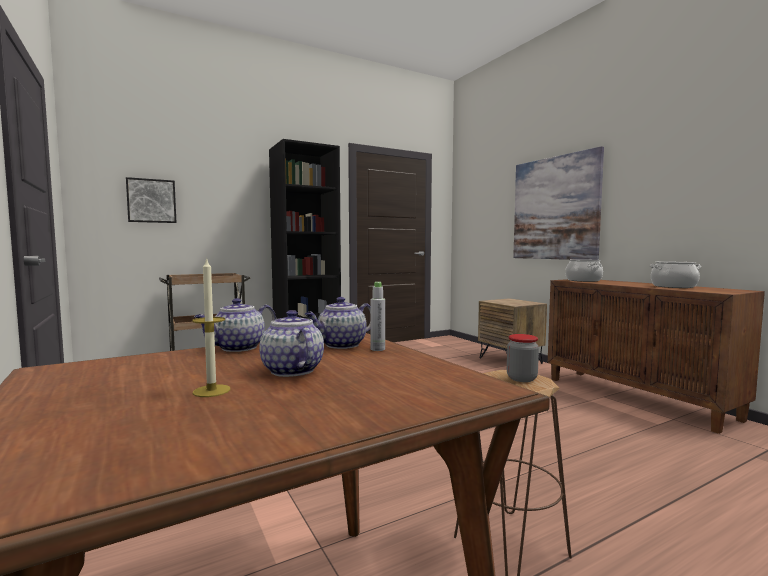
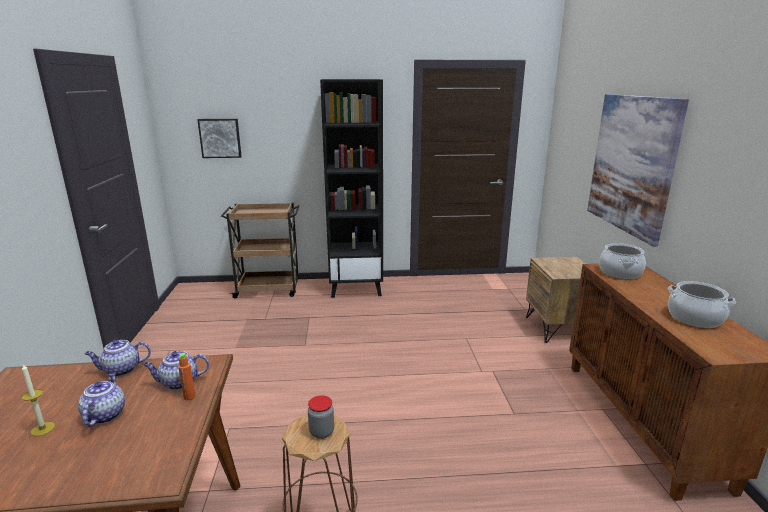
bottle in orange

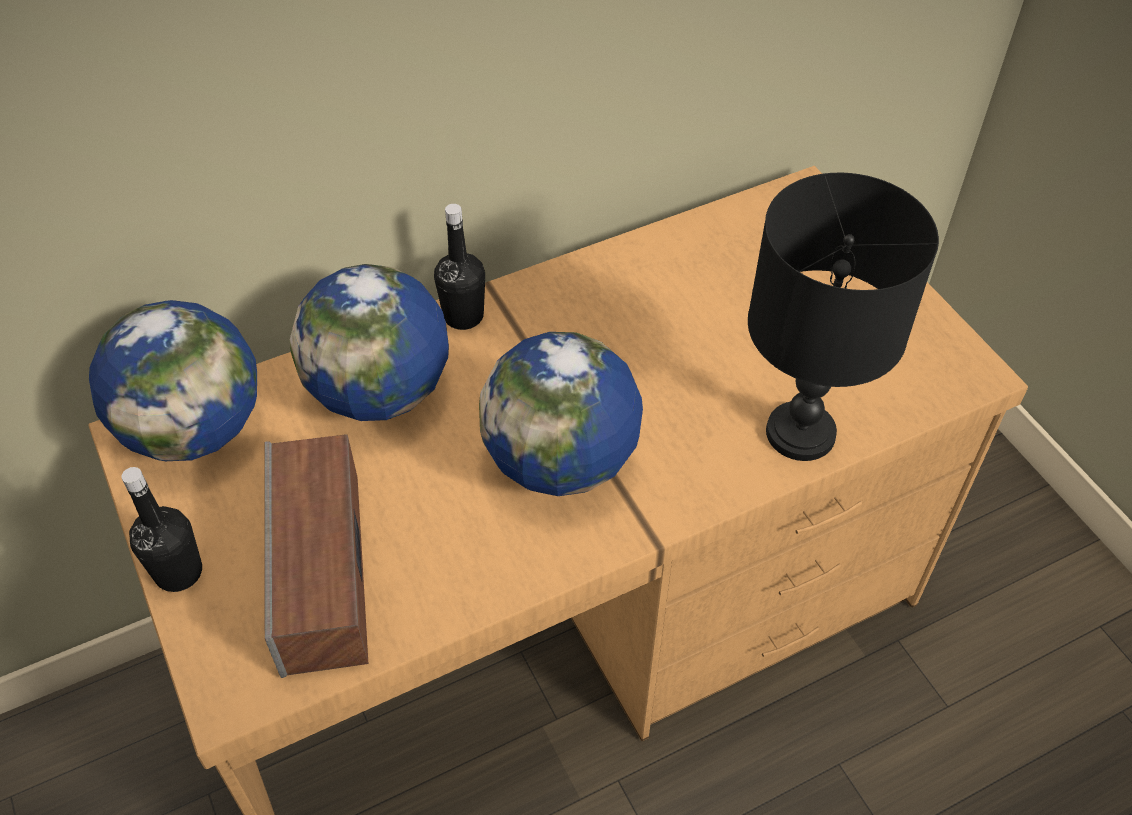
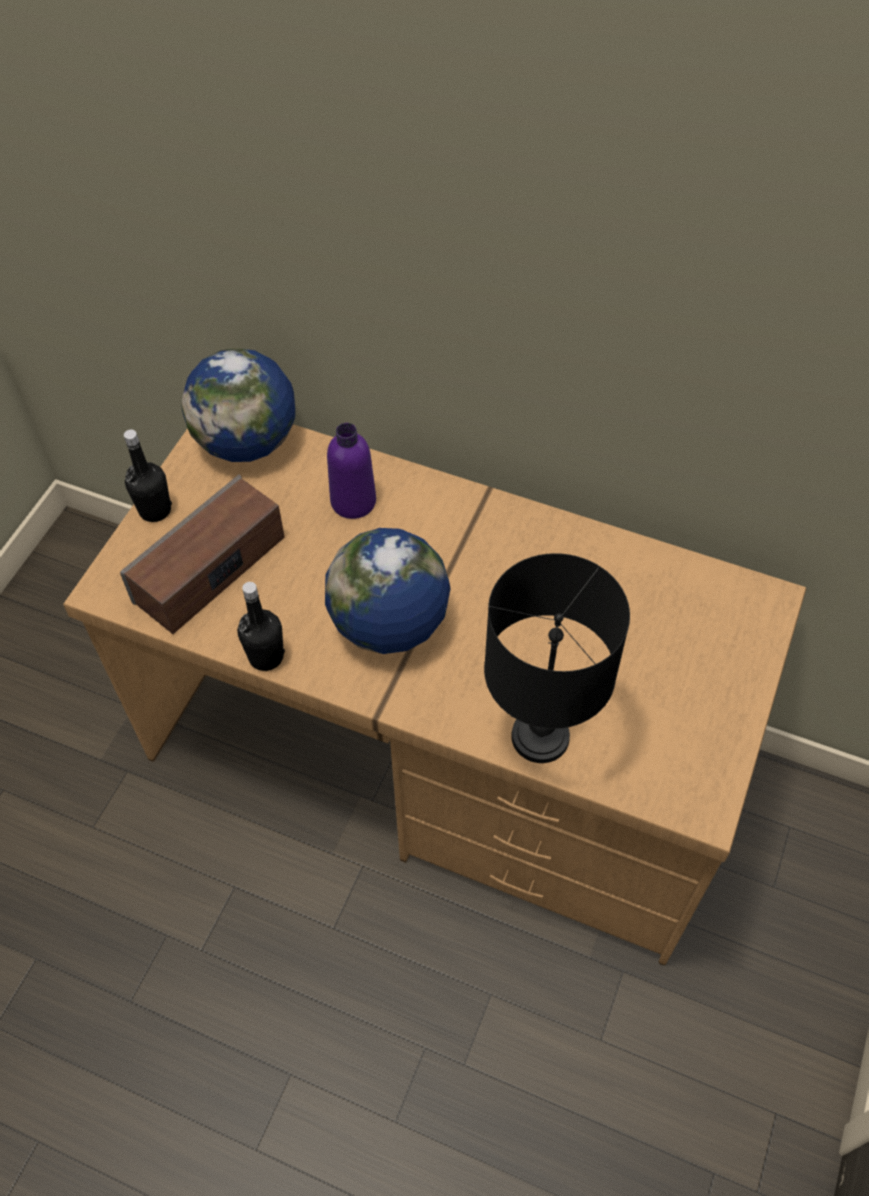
bottle in black (no. 2 from left)
bottle in purple

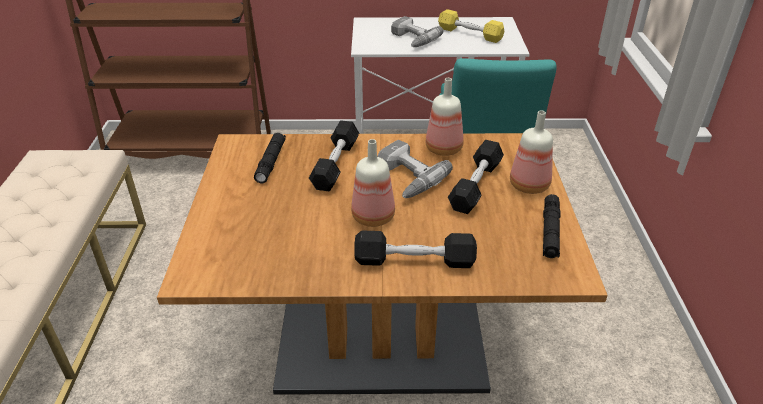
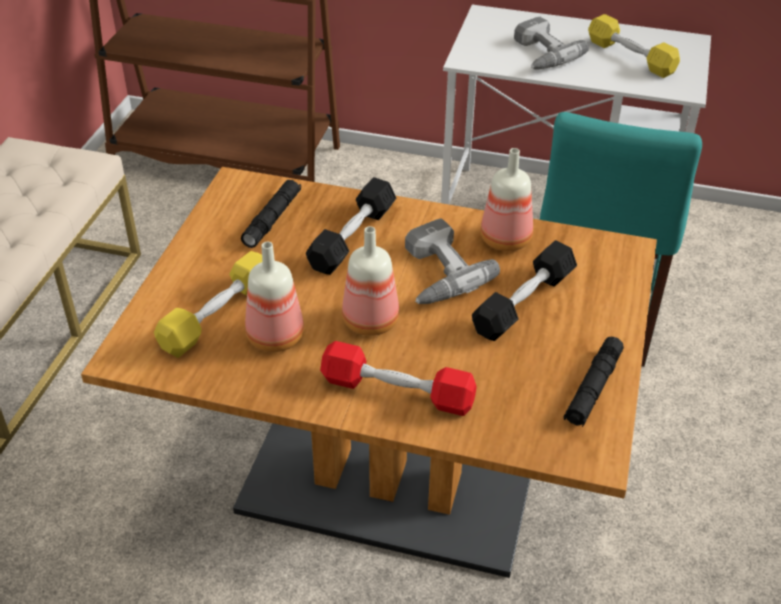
dumbbell in yellow (no. 1 from left)
bottle (no. 1 from left)
dumbbell in red

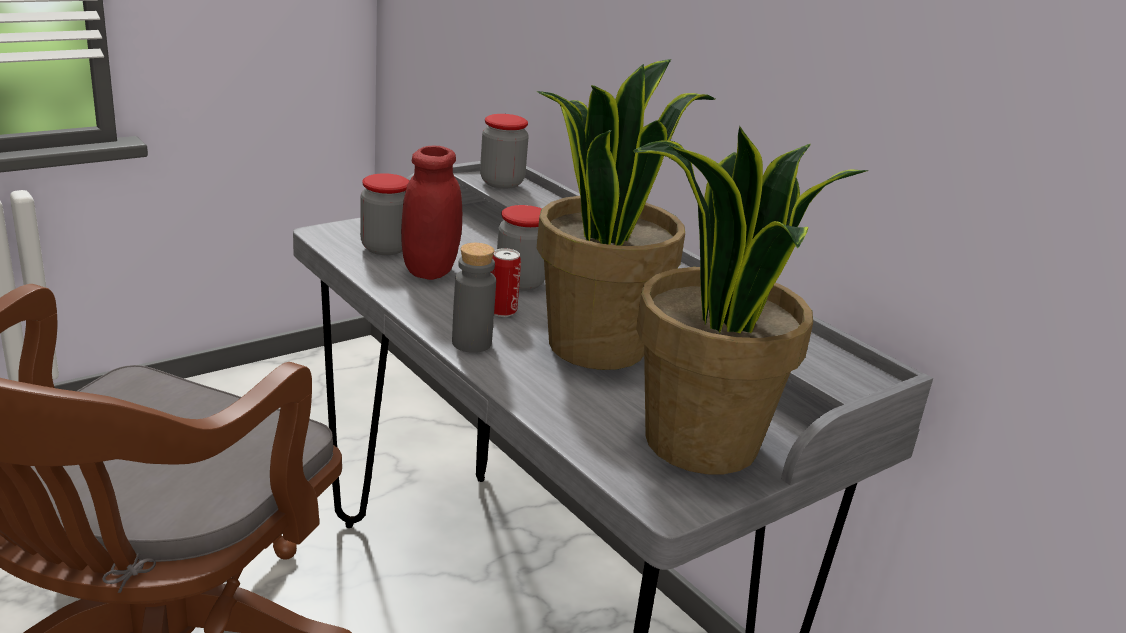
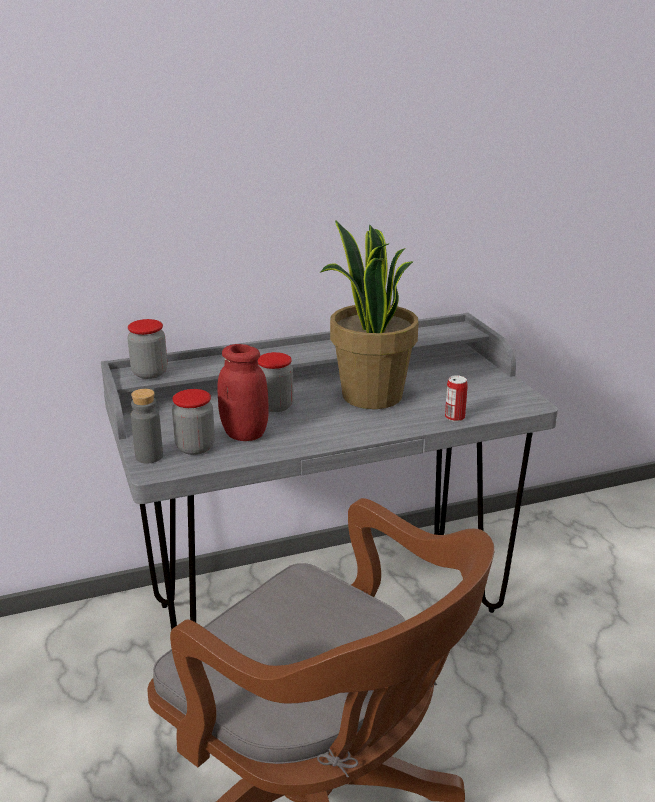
potted plant (no. 2 from left in the first image)
bottle in grey
can

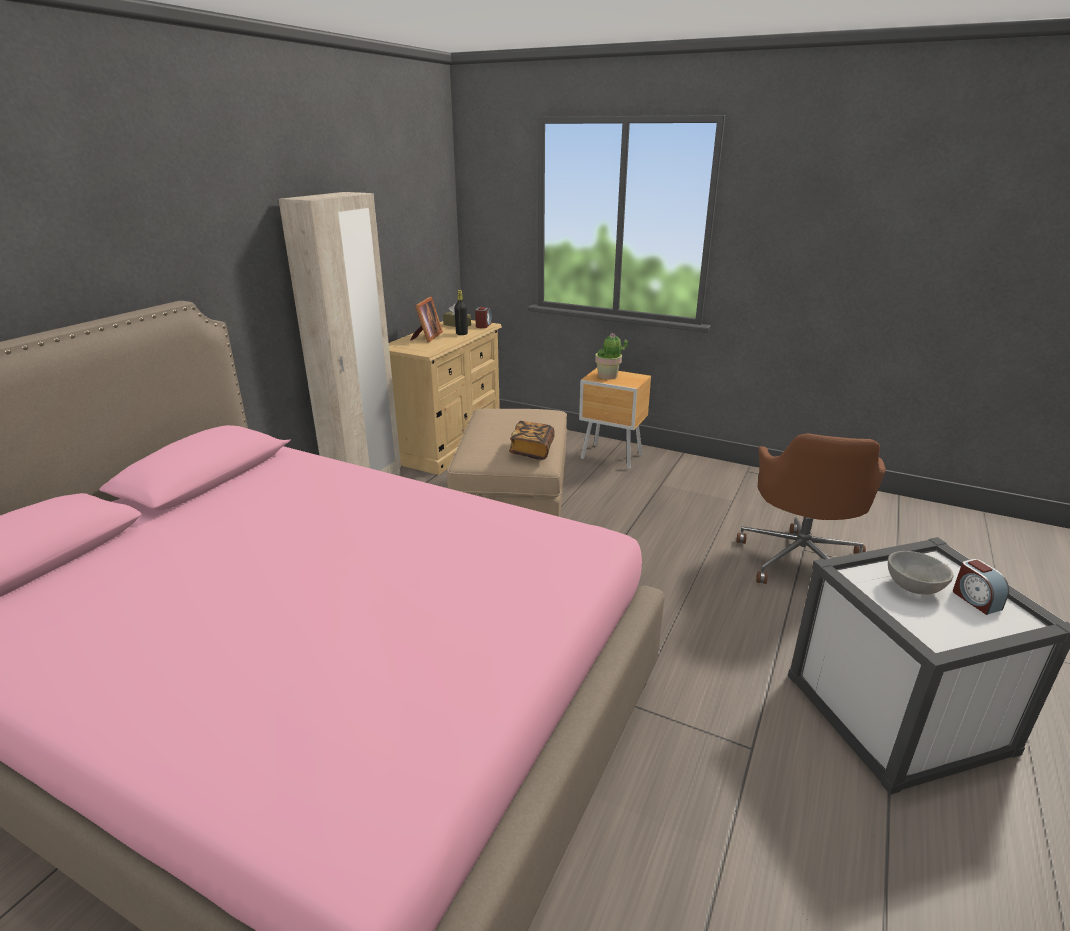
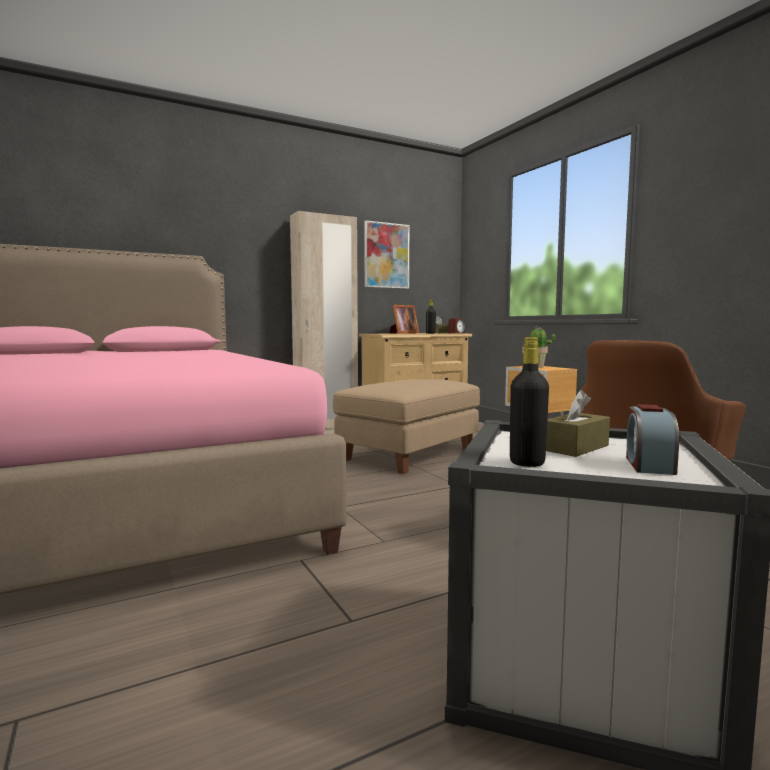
book
picture
bottle in black (no. 2 from left)
tissue box in brown (no. 2 from left)

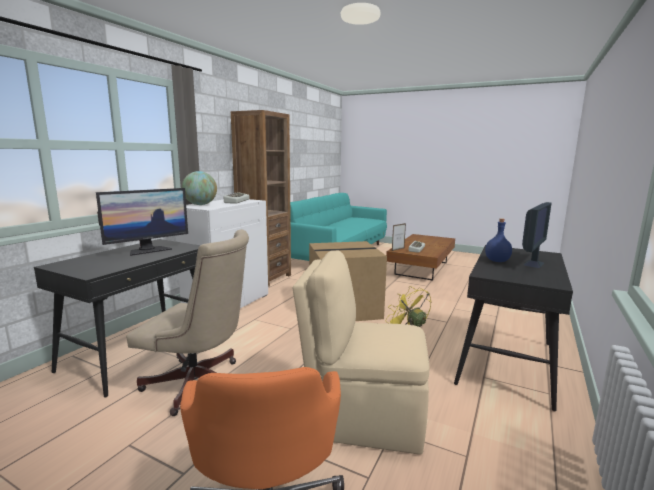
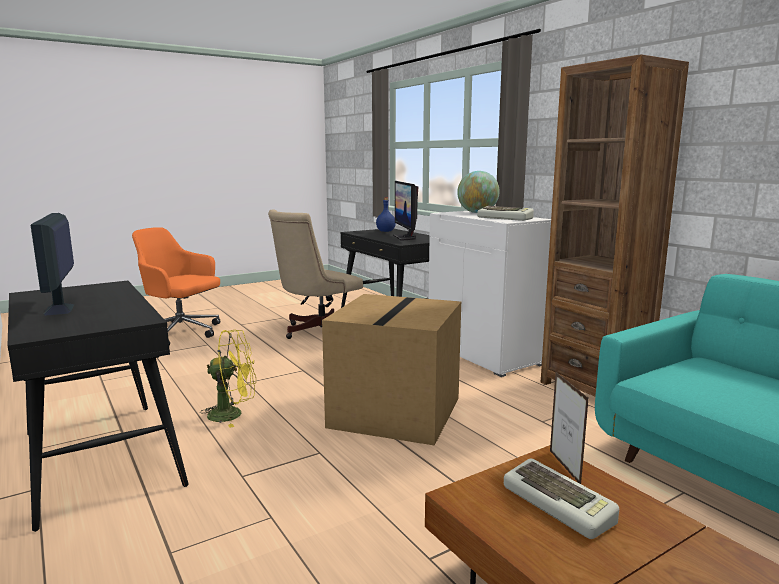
chair in beige
bottle in blue

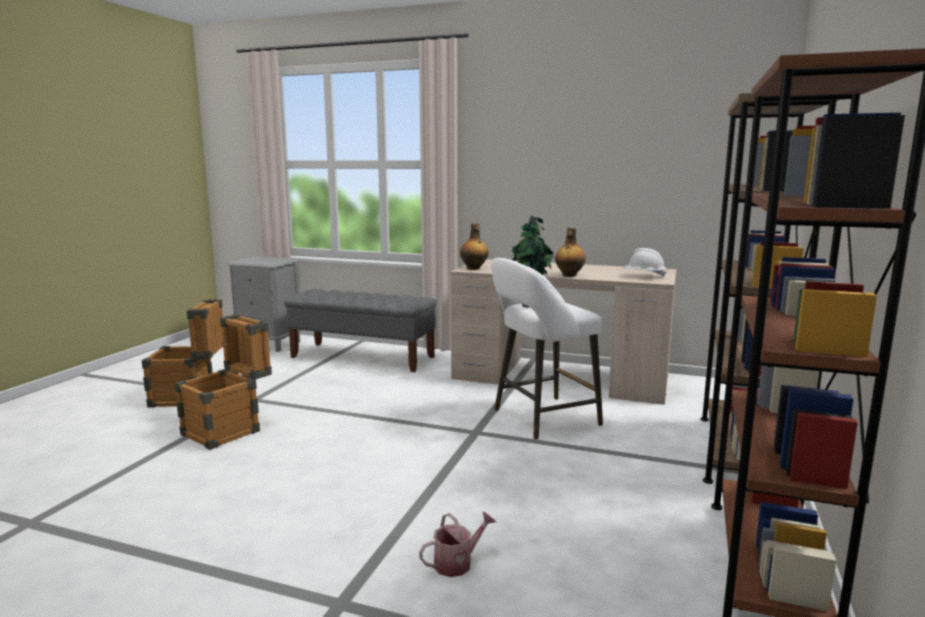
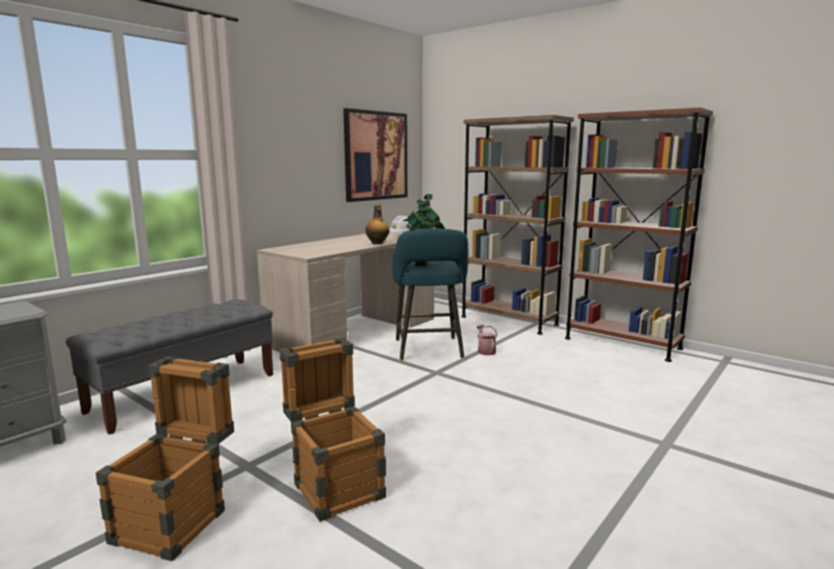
bottle (no. 1 from left in the first image)
picture
watering can
stool in turquoise

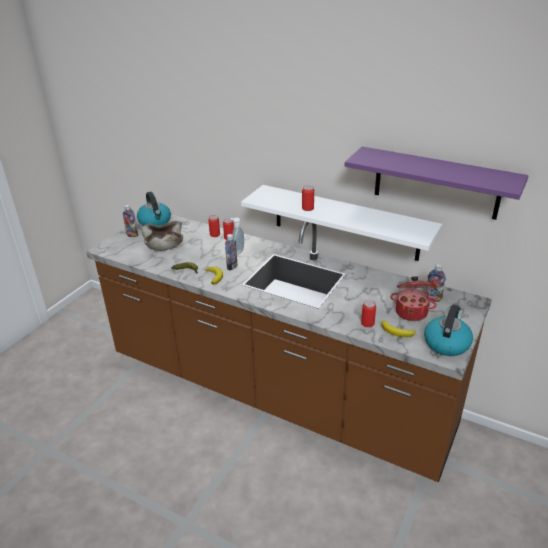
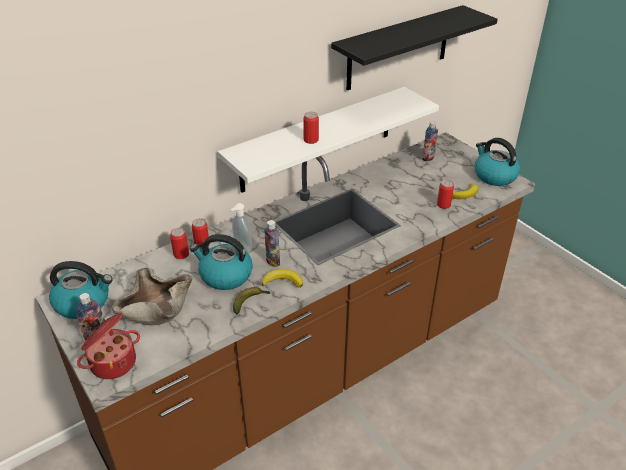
kettle (no. 2 from left)
cooking pot
shelf in black

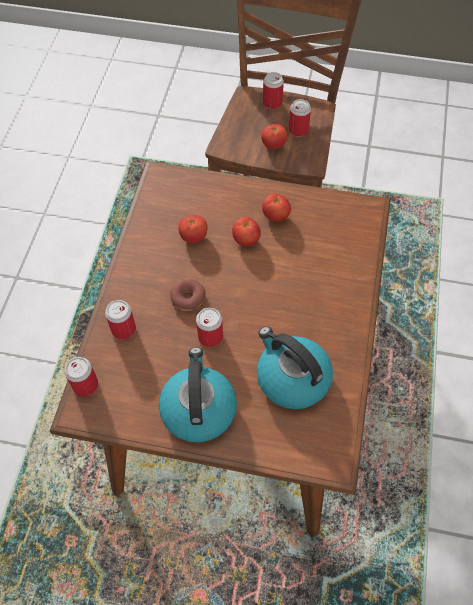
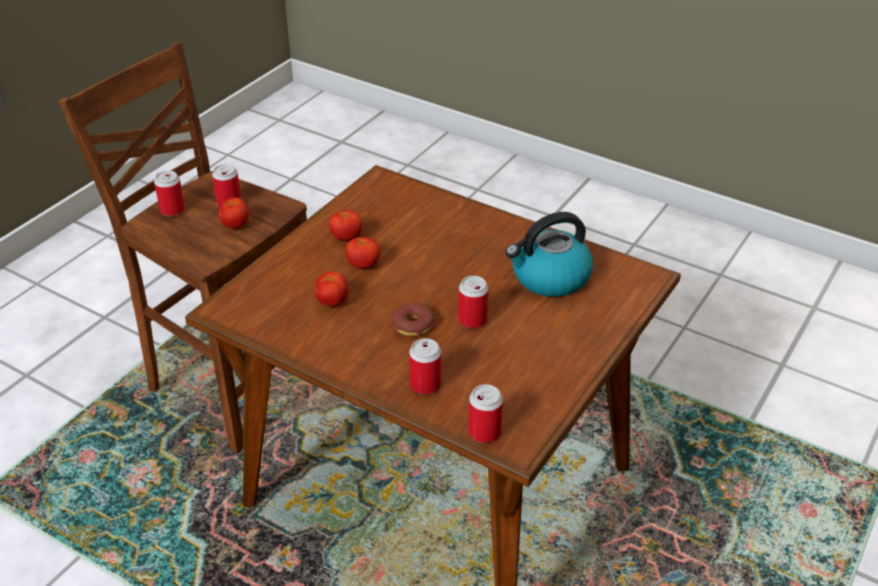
kettle (no. 1 from left in the first image)

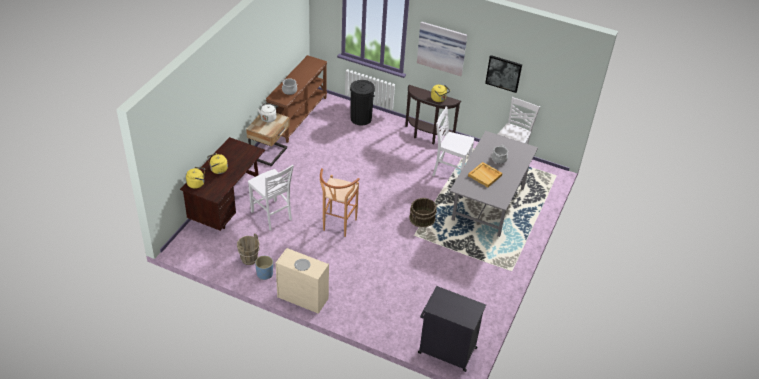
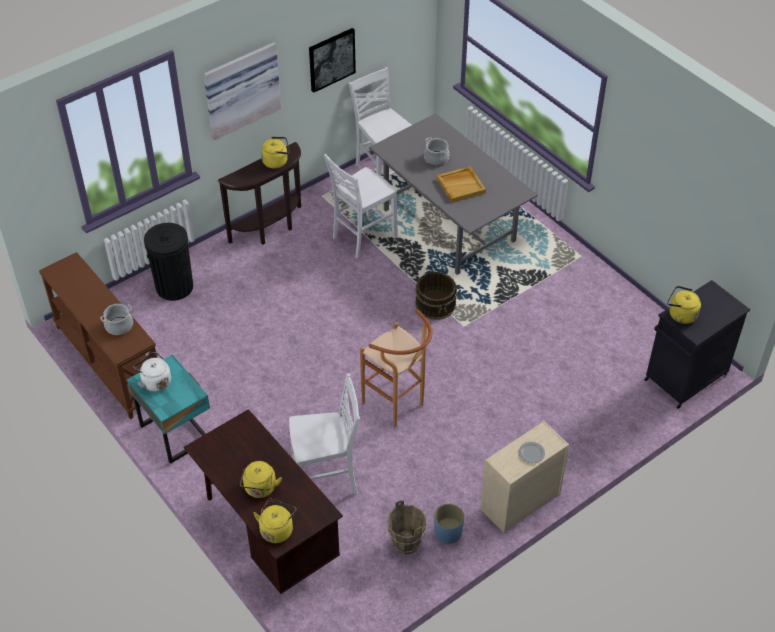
kettle in yellow (no. 4 from left)
nightstand in turquoise

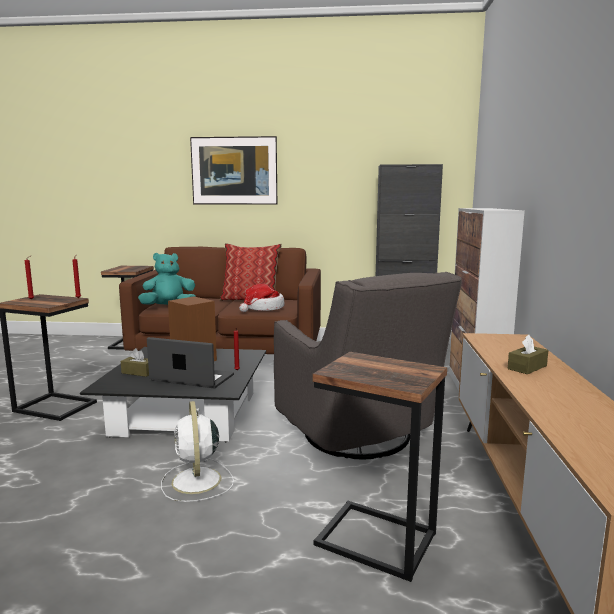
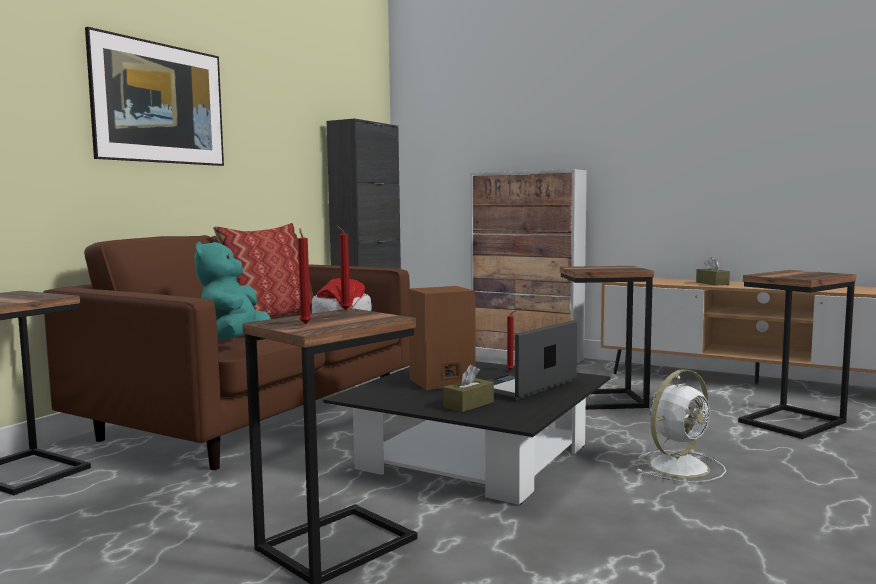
side table (no. 3 from left)
fan in white

